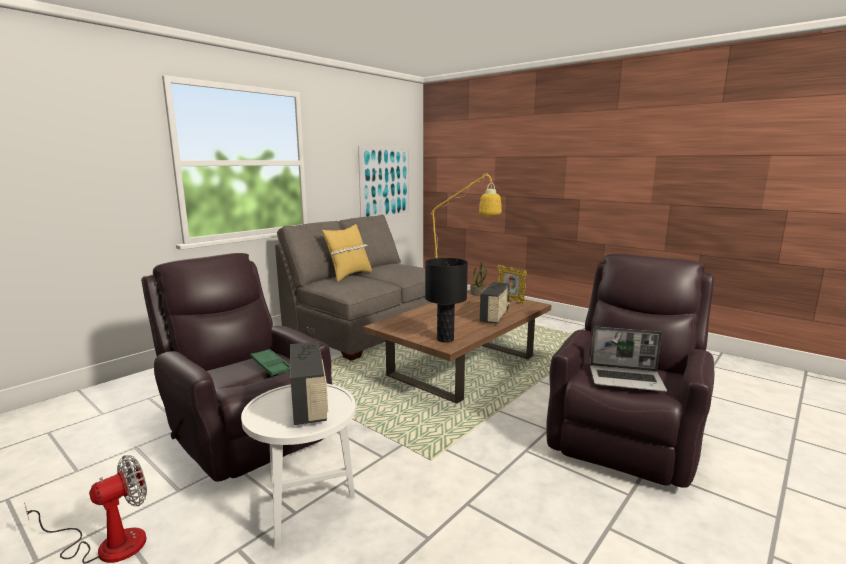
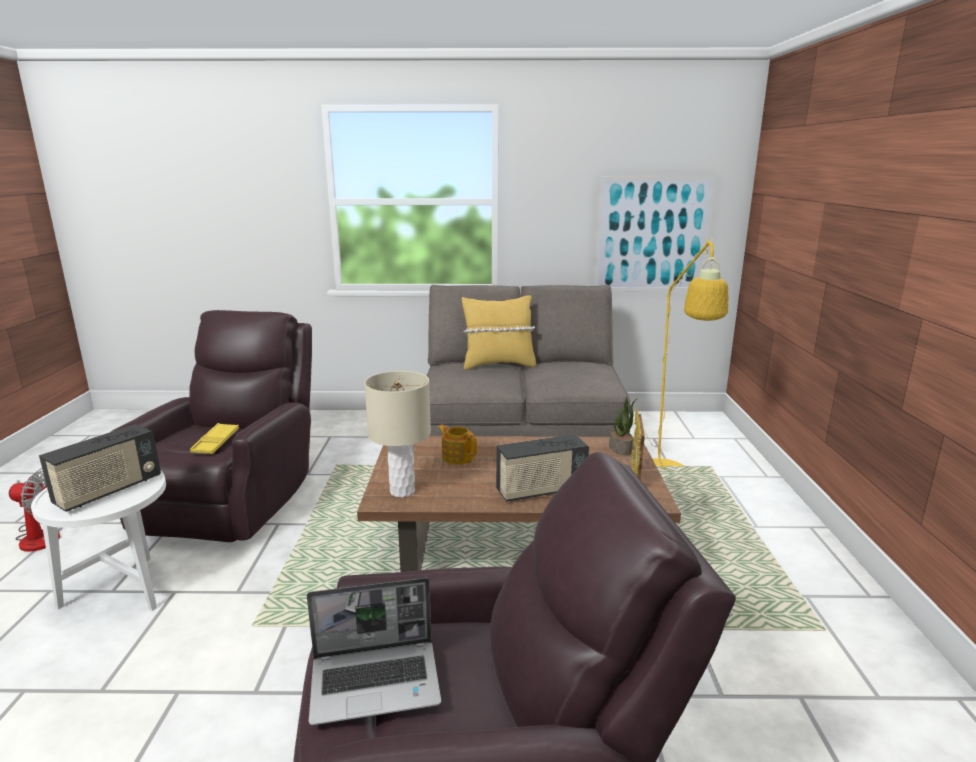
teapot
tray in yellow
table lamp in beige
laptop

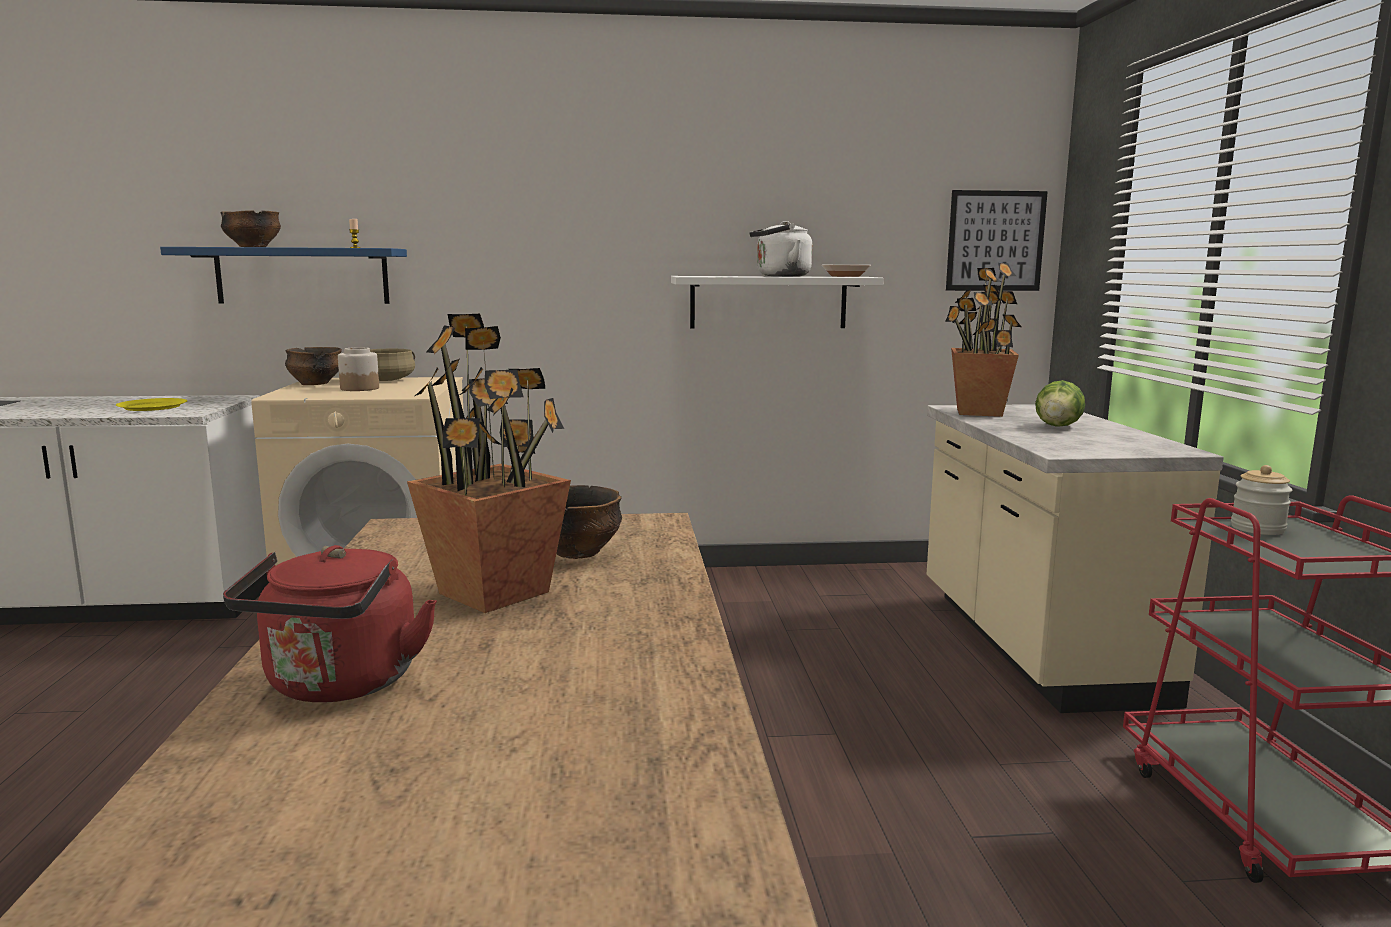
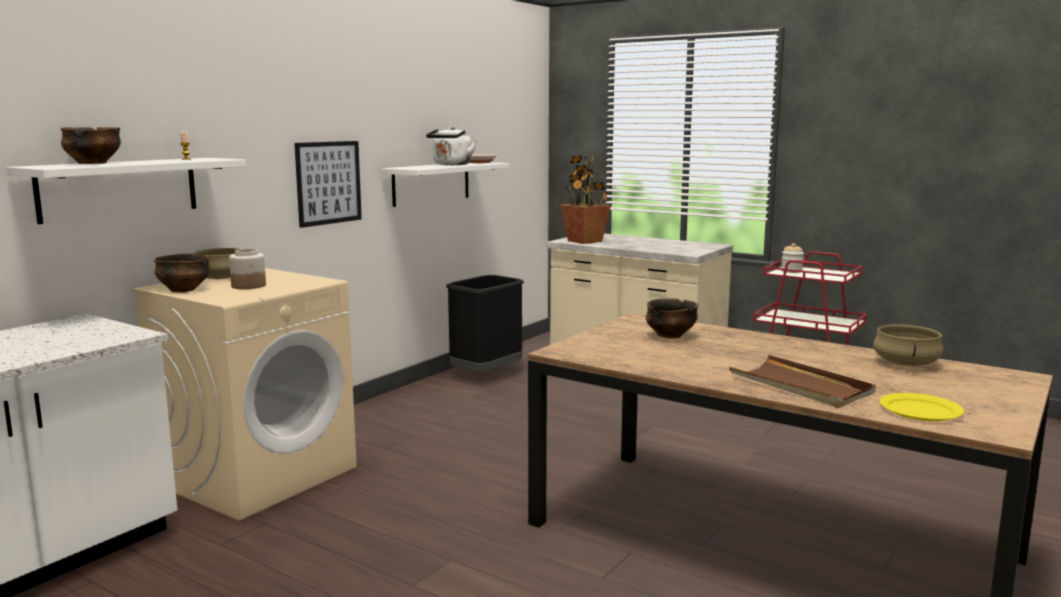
potted plant (no. 1 from left in the first image)
lettuce
trash can in black
cooking pot in beige (no. 2 from left)
plate in yellow
picture
tray in brown
shelf in white (no. 1 from left)

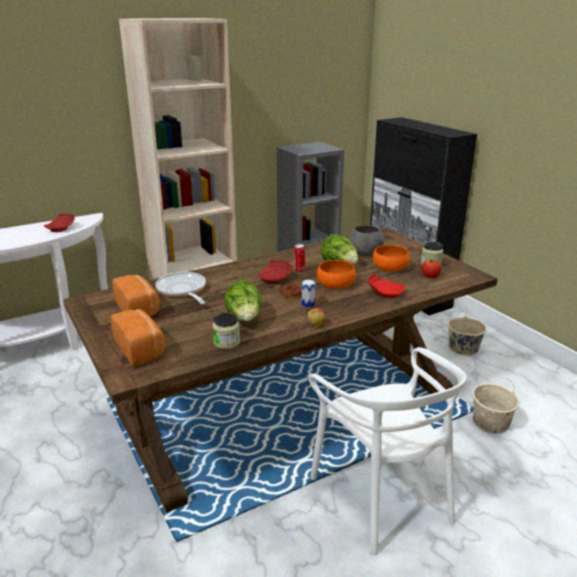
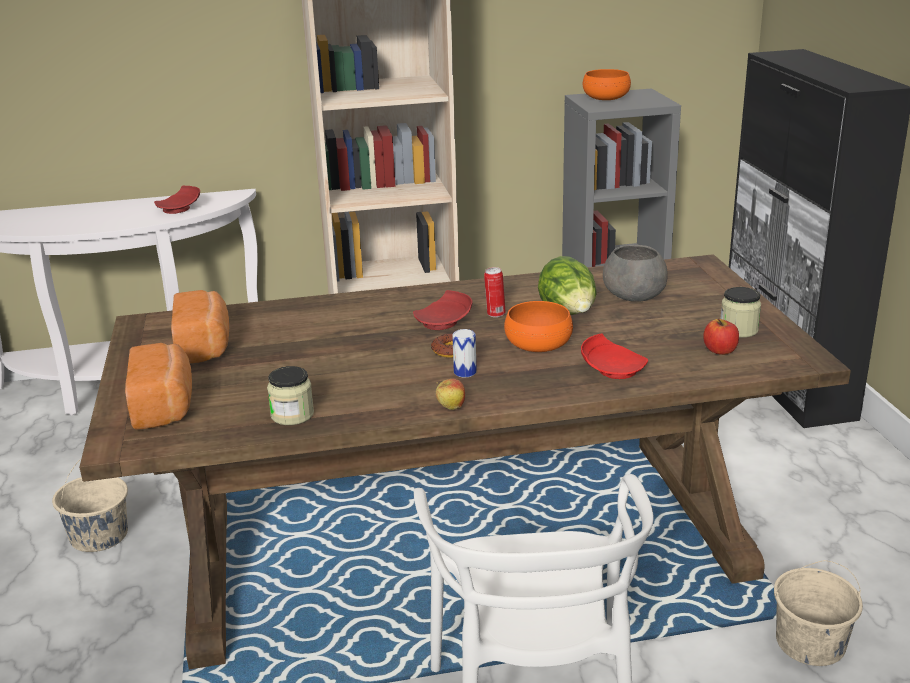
frying pan
lettuce (no. 1 from left in the first image)
bowl in orange (no. 2 from left)
bucket in beige (no. 1 from left)

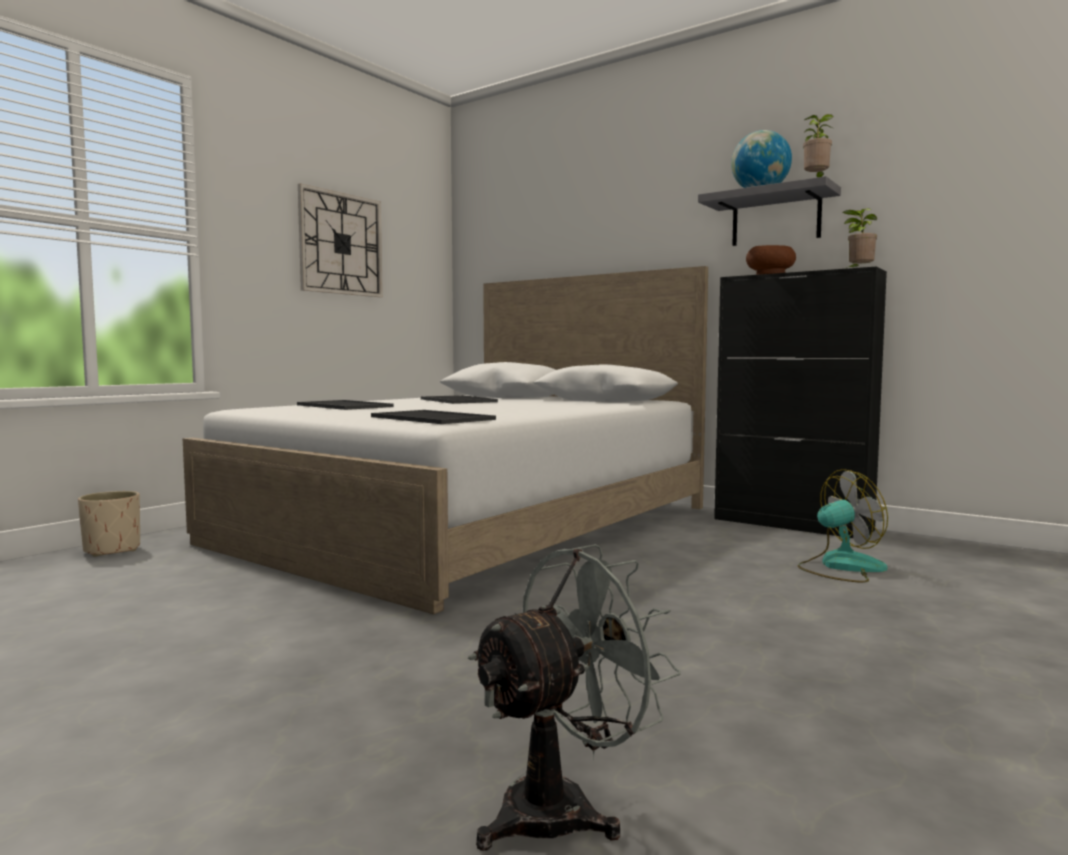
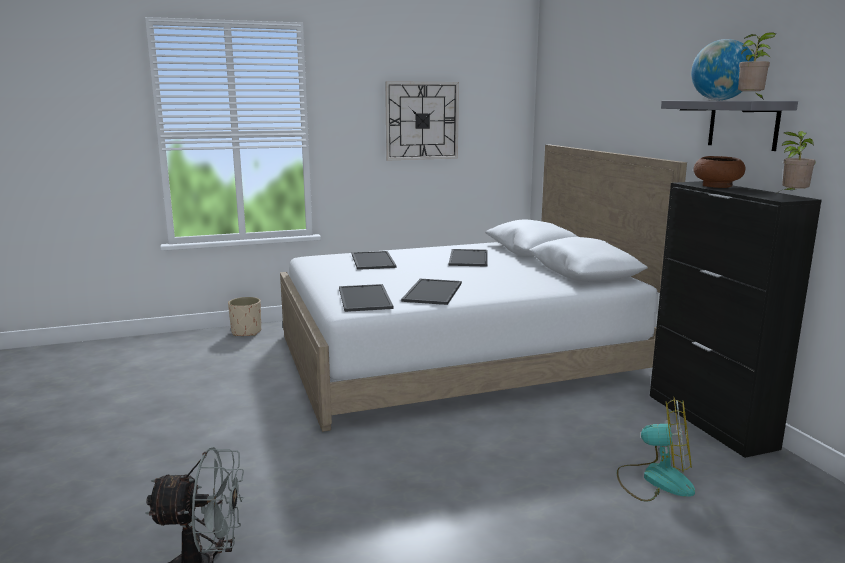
tray (no. 3 from left)

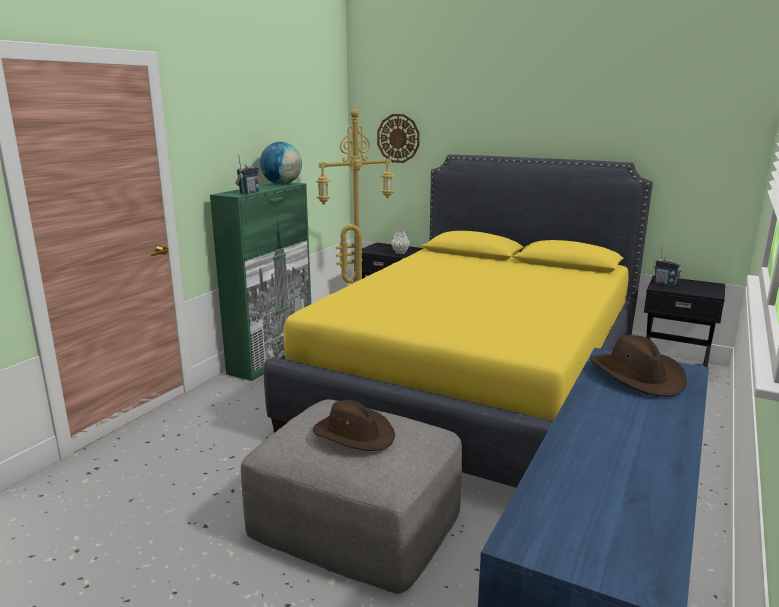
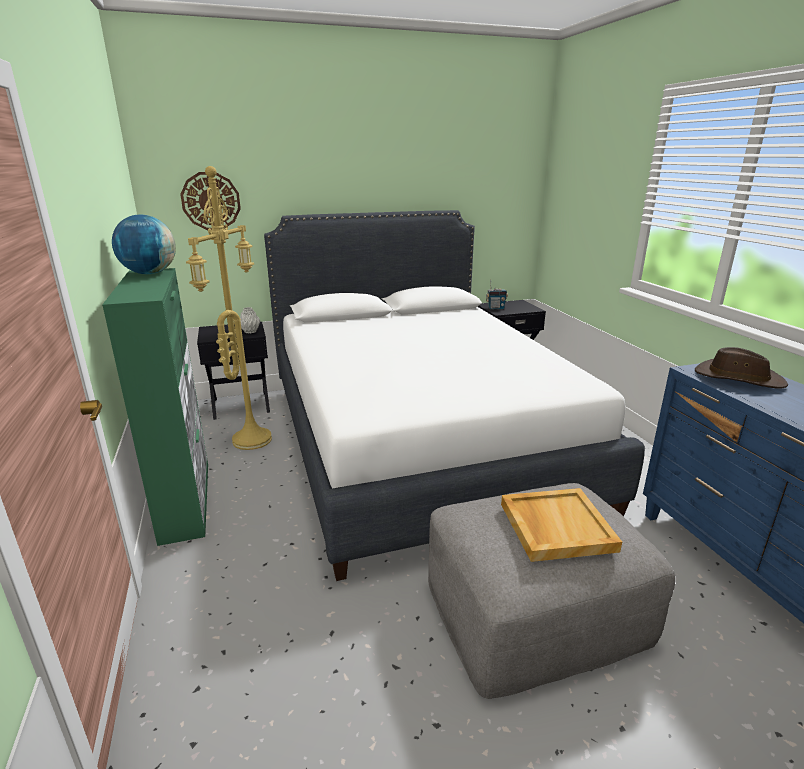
radio (no. 1 from left in the first image)
tray in beige
bed in white

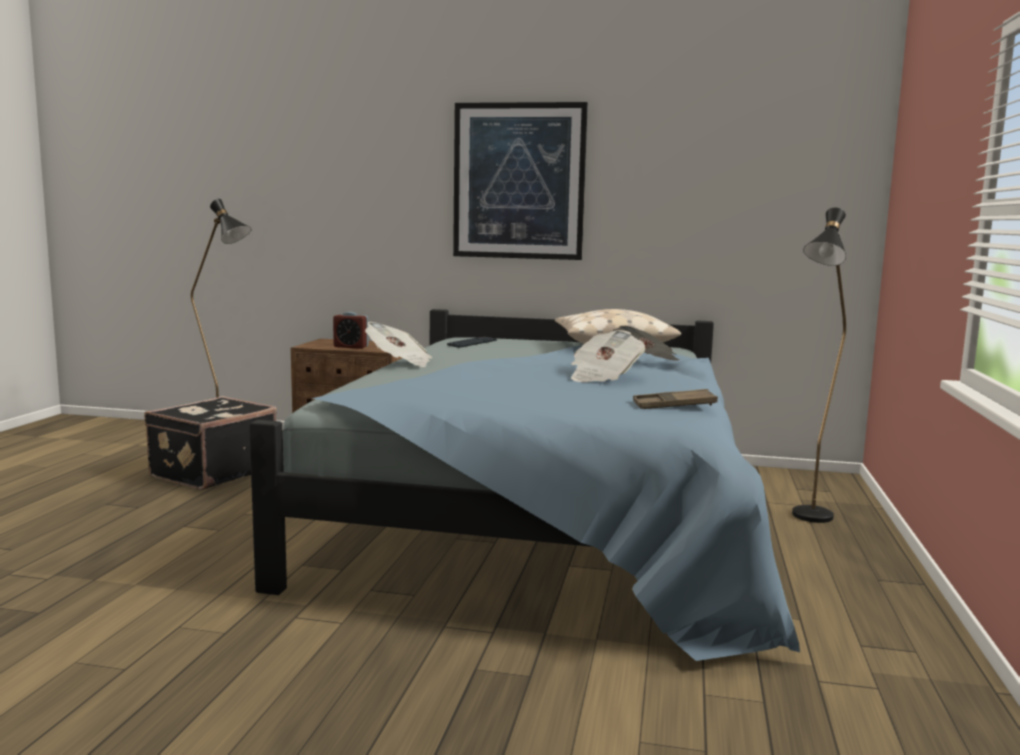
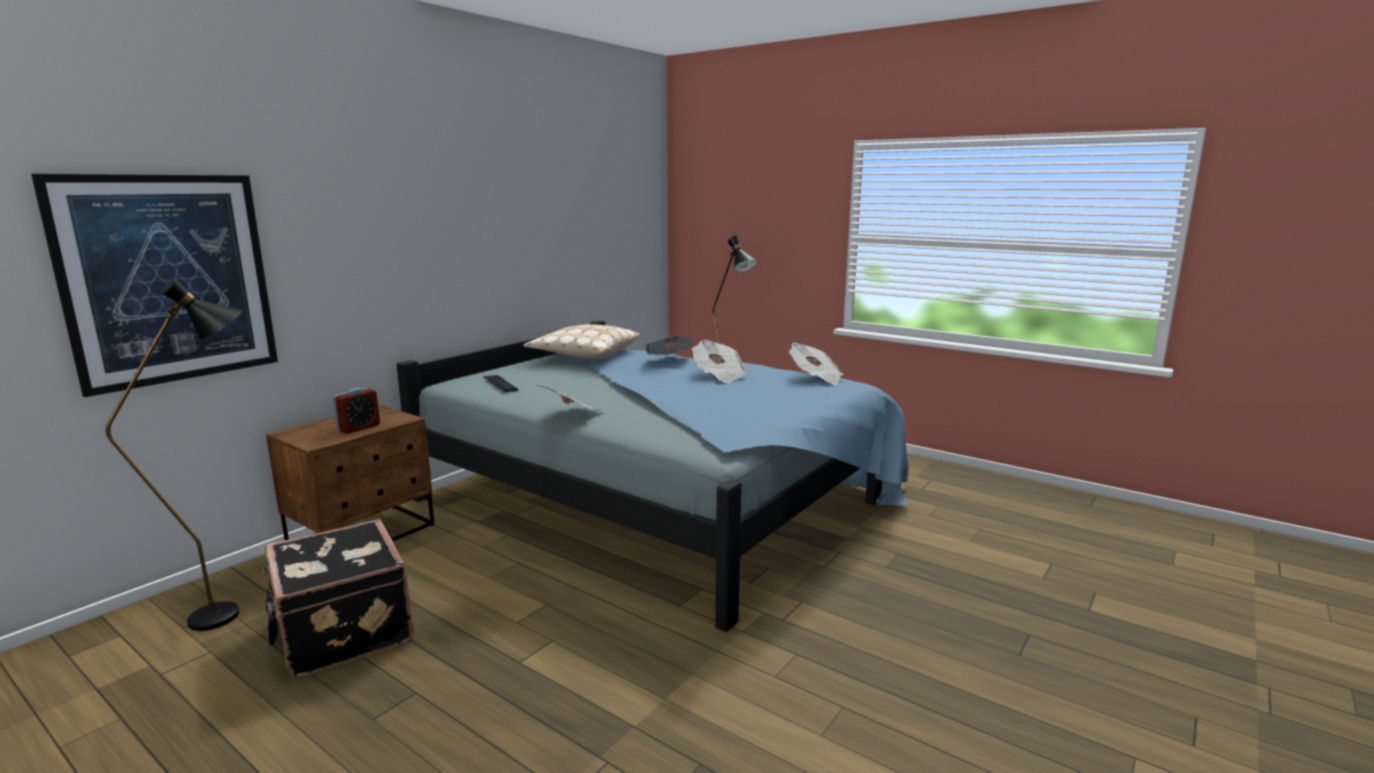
picture
newspaper (no. 4 from left)

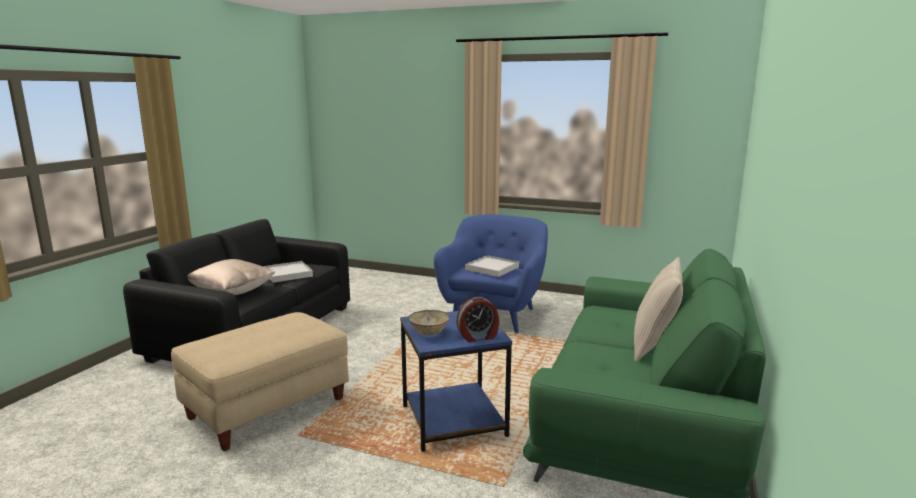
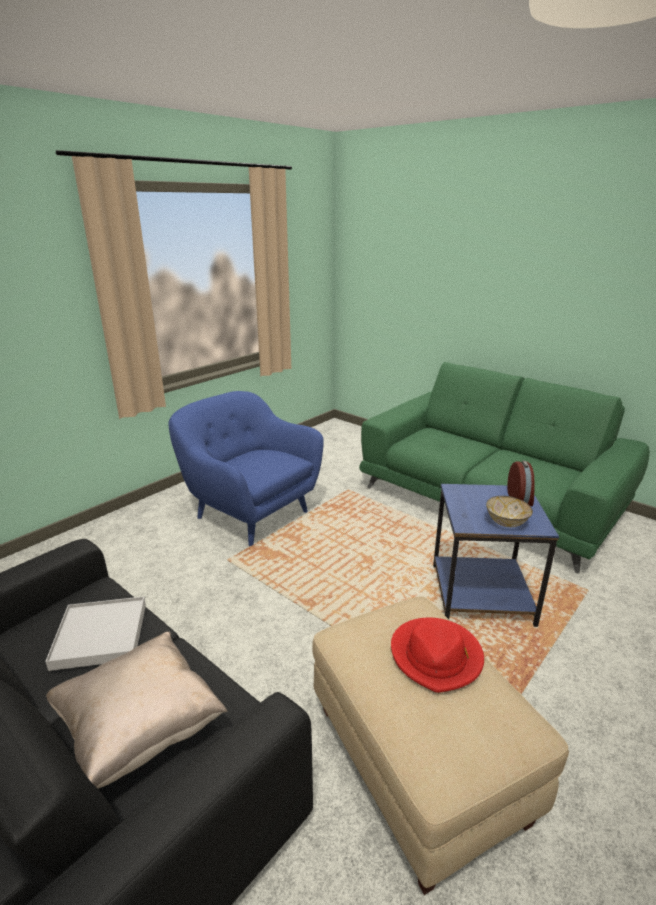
tray in white (no. 2 from left in the first image)
pillow in beige (no. 2 from left in the first image)
hat in red

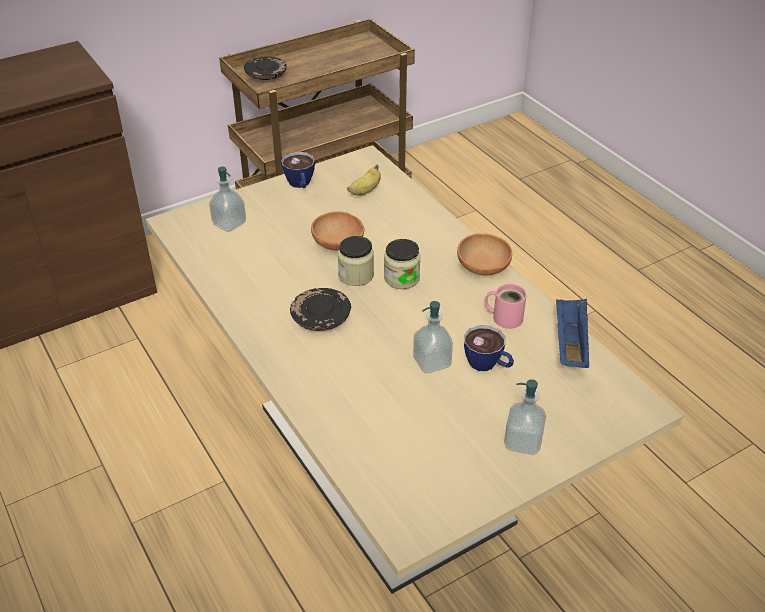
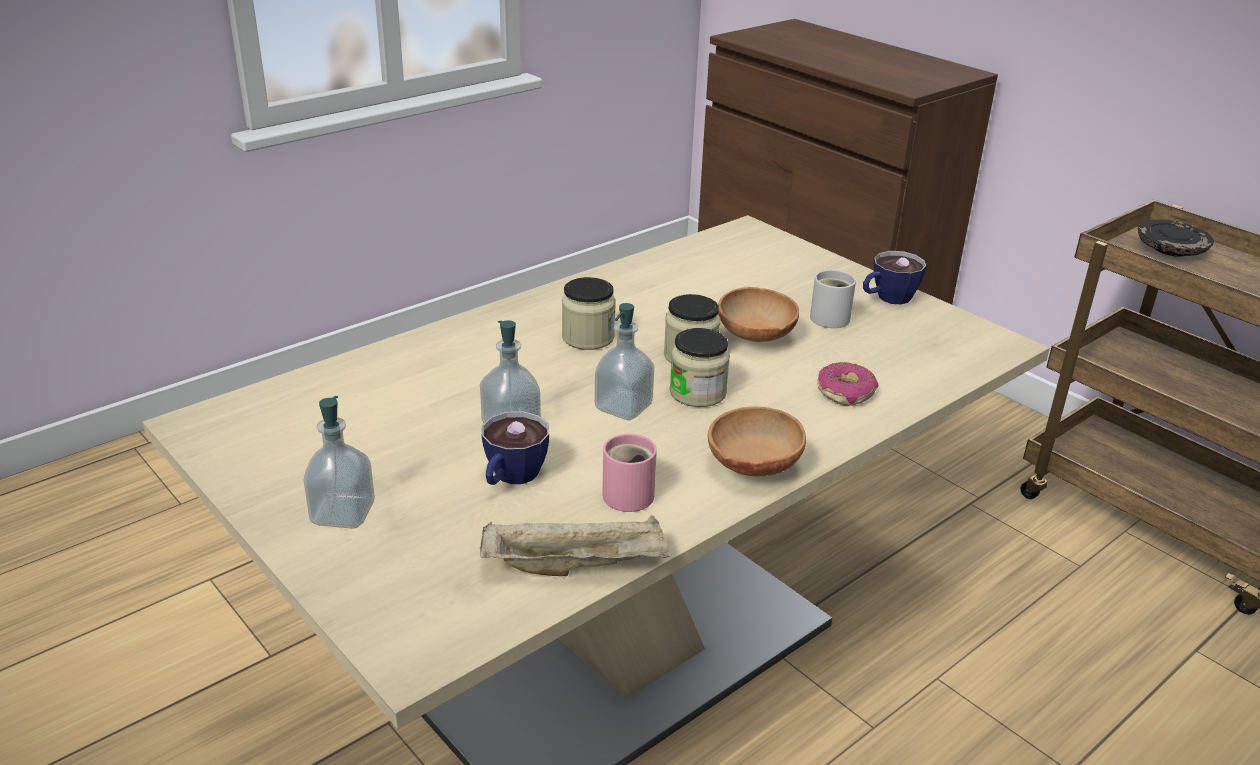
banana
mug in white
donut
soap dispenser (no. 3 from left)
jar (no. 1 from left)
tray in beige

